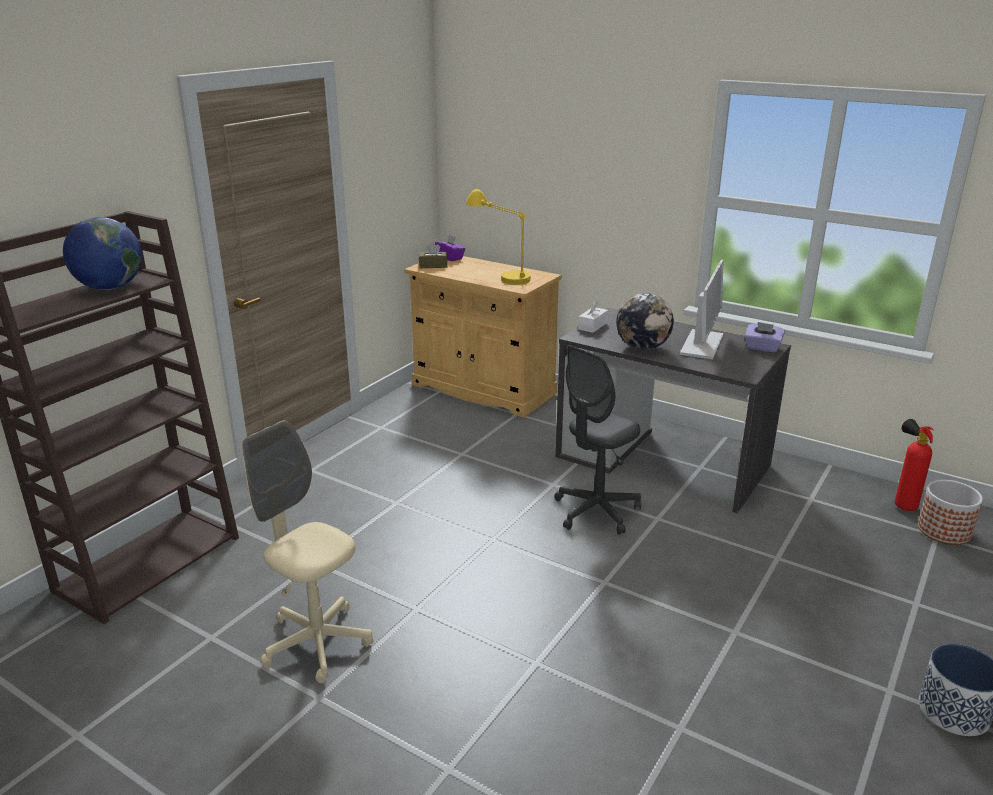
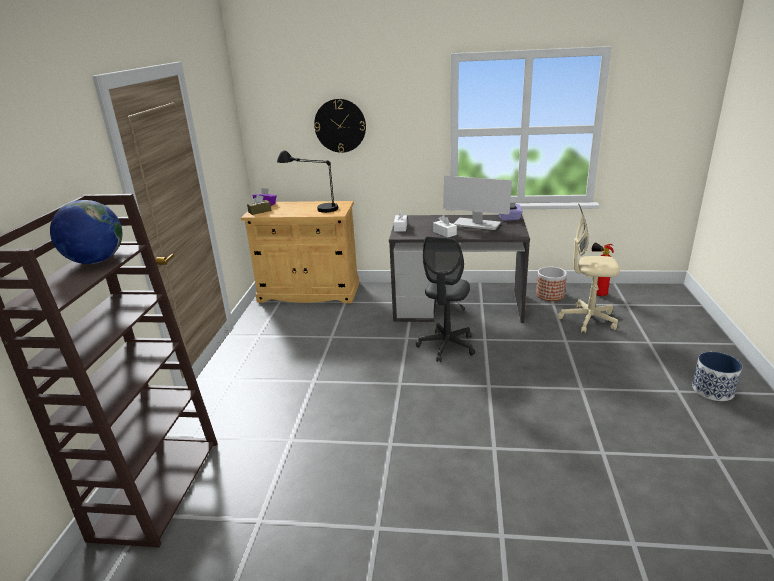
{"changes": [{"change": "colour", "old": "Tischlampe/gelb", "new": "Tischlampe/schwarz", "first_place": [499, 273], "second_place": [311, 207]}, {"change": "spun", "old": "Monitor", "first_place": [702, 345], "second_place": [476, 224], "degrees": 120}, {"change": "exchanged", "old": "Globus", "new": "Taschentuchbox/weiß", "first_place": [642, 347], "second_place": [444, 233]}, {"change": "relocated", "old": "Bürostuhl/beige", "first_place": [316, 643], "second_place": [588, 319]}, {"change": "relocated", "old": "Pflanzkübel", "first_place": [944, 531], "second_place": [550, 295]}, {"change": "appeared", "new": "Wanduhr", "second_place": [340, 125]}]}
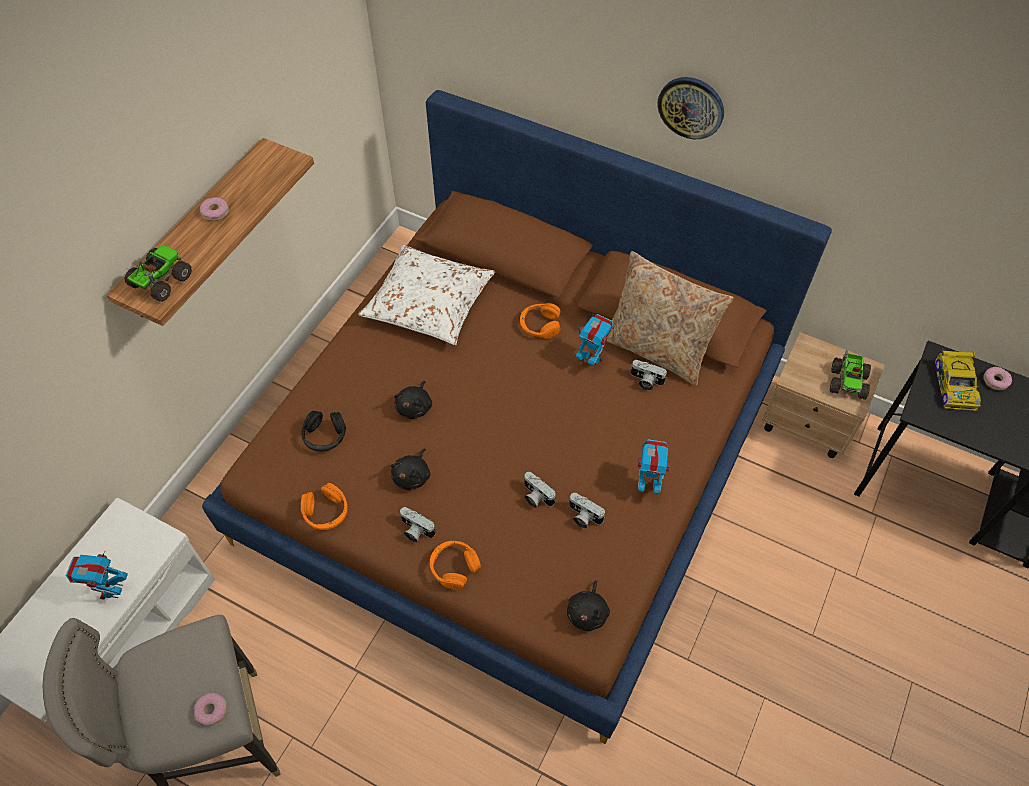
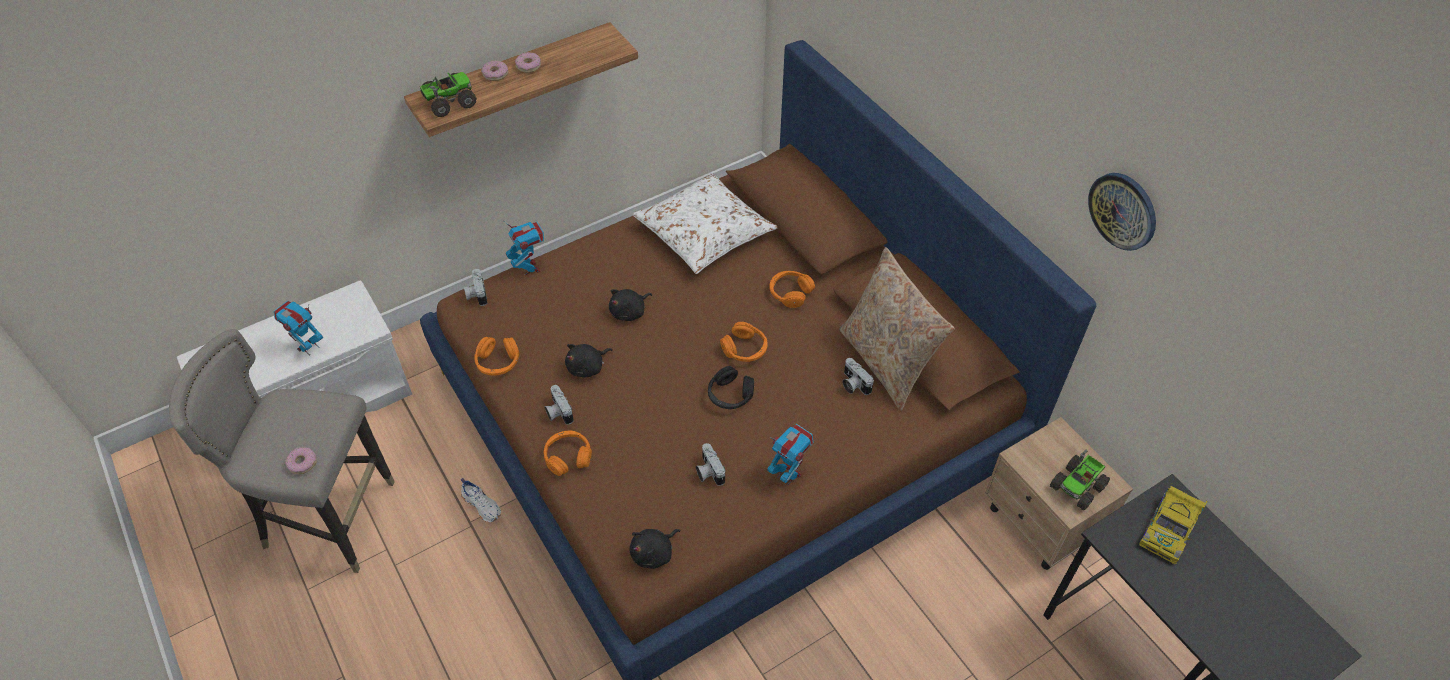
{"changes": [{"change": "relocated", "old": "Wanduhr", "first_place": [691, 107], "second_place": [1123, 210]}, {"change": "relocated", "old": "Spielzeugroboter", "first_place": [591, 360], "second_place": [530, 268]}, {"change": "relocated", "old": "Donut", "first_place": [995, 381], "second_place": [495, 74]}, {"change": "relocated", "old": "Kopfhörer/schwarz", "first_place": [324, 436], "second_place": [730, 395]}, {"change": "relocated", "old": "Kamera", "first_place": [535, 496], "second_place": [476, 294]}, {"change": "appeared", "new": "Kopfhörer/orange", "second_place": [745, 349]}, {"change": "appeared", "new": "Schuh/weiß", "second_place": [482, 505]}]}
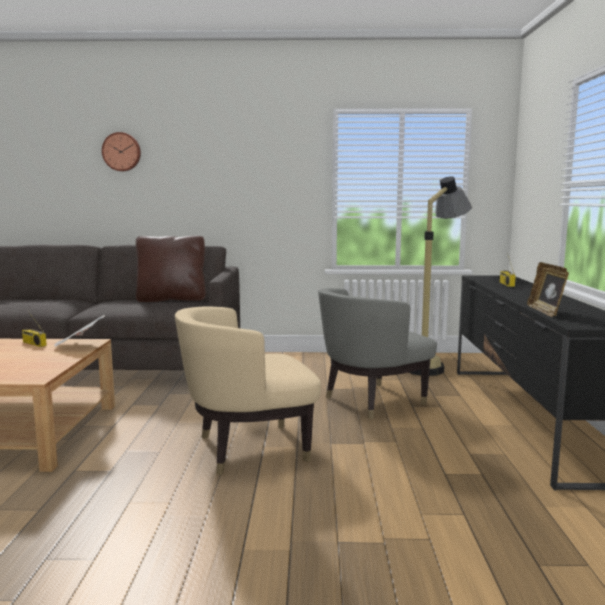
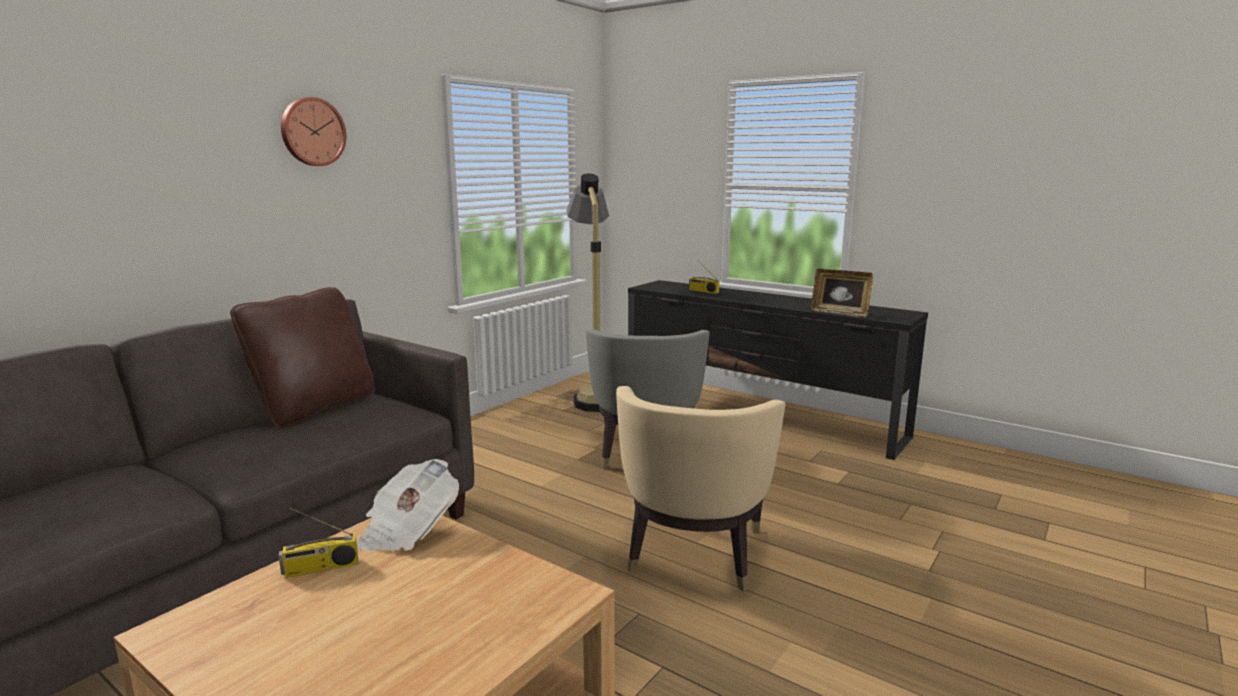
{"changes": [{"change": "relocated", "old": "Wanduhr", "first_place": [122, 152], "second_place": [312, 132]}]}
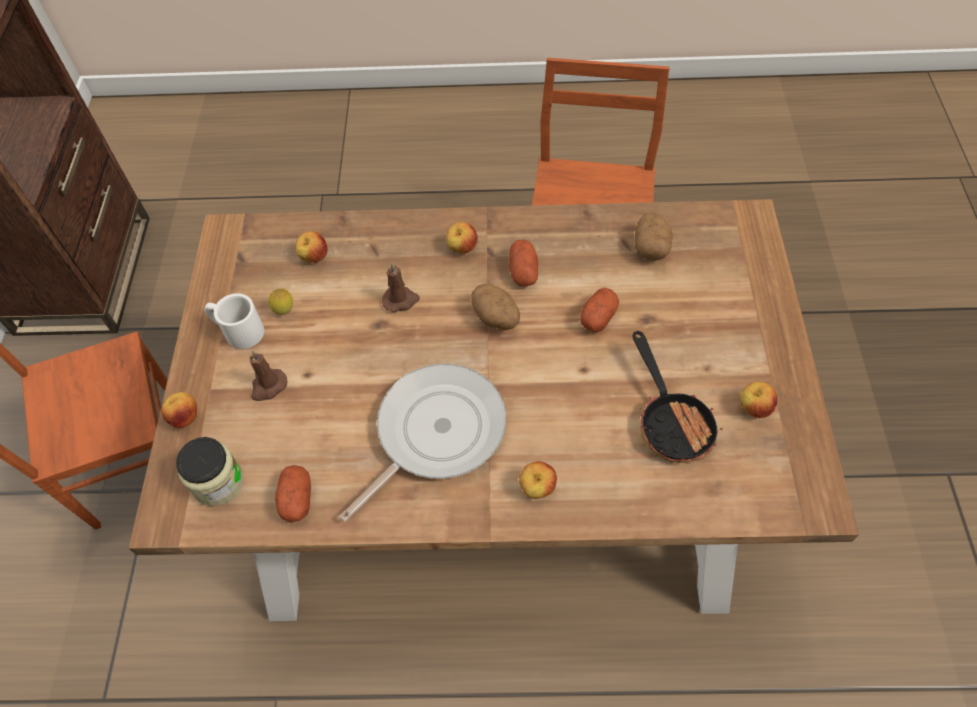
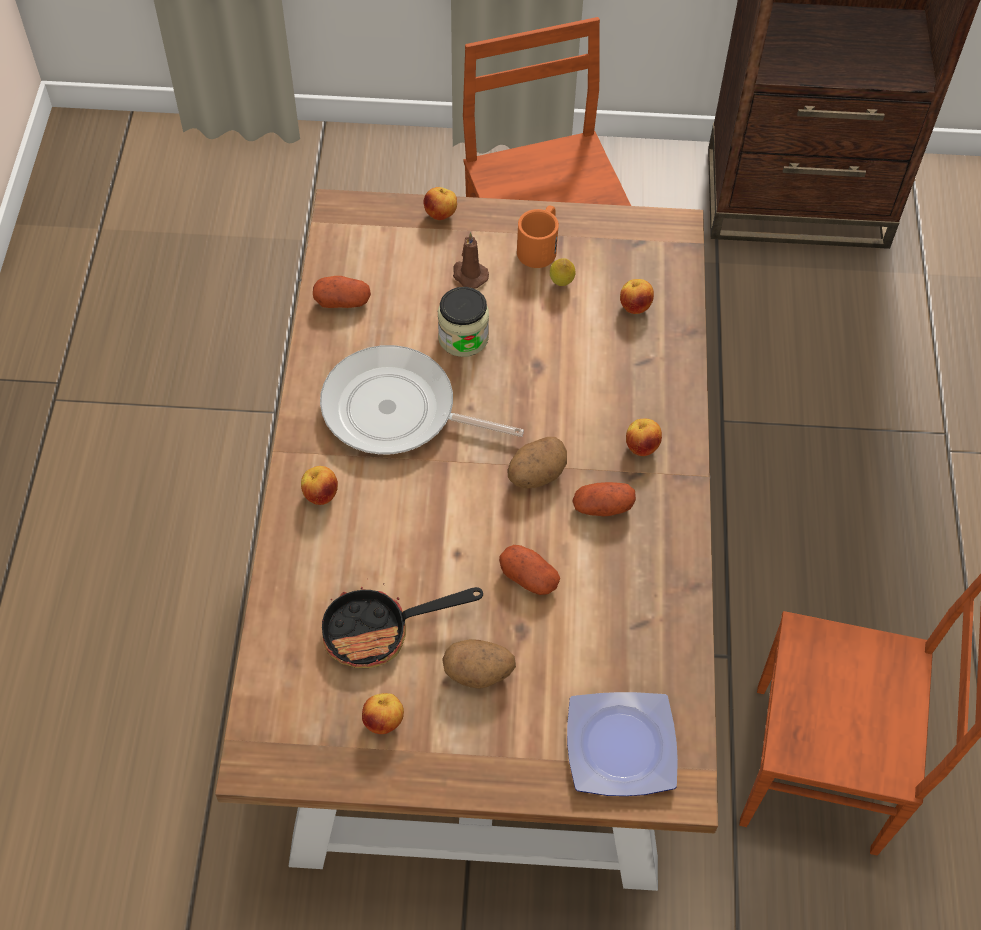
{"changes": [{"change": "relocated", "old": "Kartoffel", "first_place": [650, 248], "second_place": [479, 672]}, {"change": "missing", "old": "Kerze/braun", "first_place": [401, 300]}, {"change": "colour", "old": "Henkelbecher/weiß", "new": "Henkelbecher/orange", "first_place": [237, 330], "second_place": [540, 246]}, {"change": "spun", "old": "Pfanne", "first_place": [435, 432], "second_place": [396, 411], "degrees": 150}, {"change": "relocated", "old": "Vorratsglas", "first_place": [218, 482], "second_place": [463, 337]}, {"change": "appeared", "new": "Teller", "second_place": [623, 748]}]}
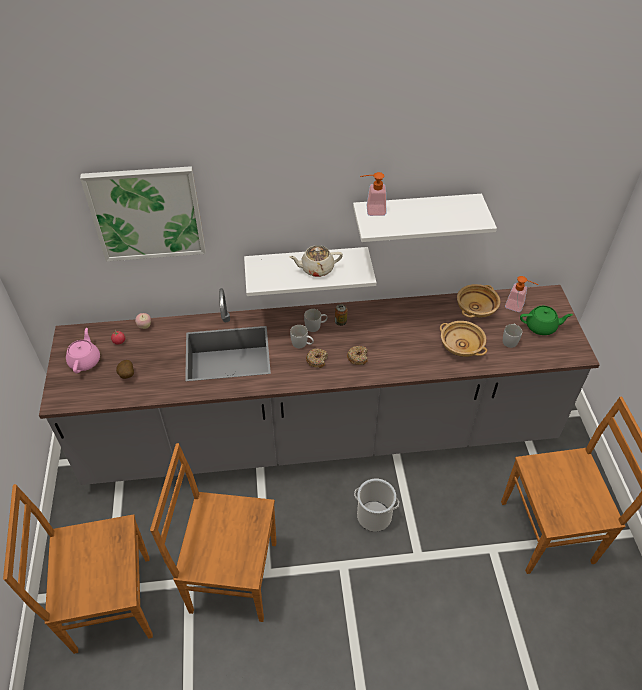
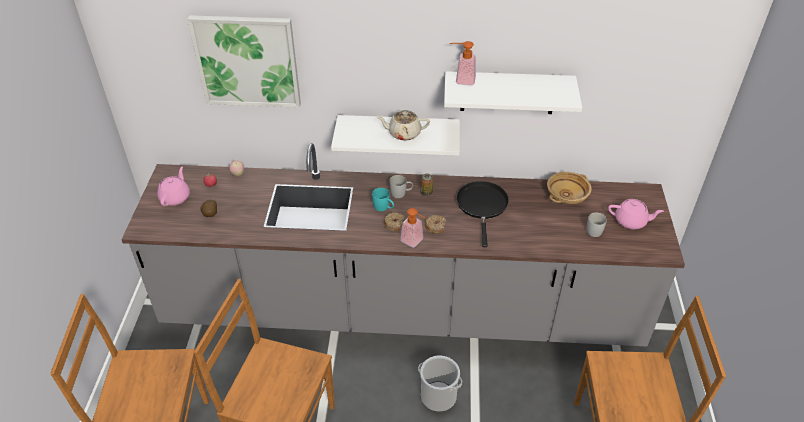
{"changes": [{"change": "relocated", "old": "Seifenspender", "first_place": [517, 307], "second_place": [415, 242]}, {"change": "colour", "old": "Teekanne/grün", "new": "Teekanne/rosa", "first_place": [541, 327], "second_place": [631, 221]}, {"change": "missing", "old": "Schüssel/beige", "first_place": [460, 346]}, {"change": "colour", "old": "Henkelbecher/weiß", "new": "Henkelbecher/türkis", "first_place": [302, 344], "second_place": [383, 208]}, {"change": "appeared", "new": "Pfanne/schwarz", "second_place": [482, 206]}]}
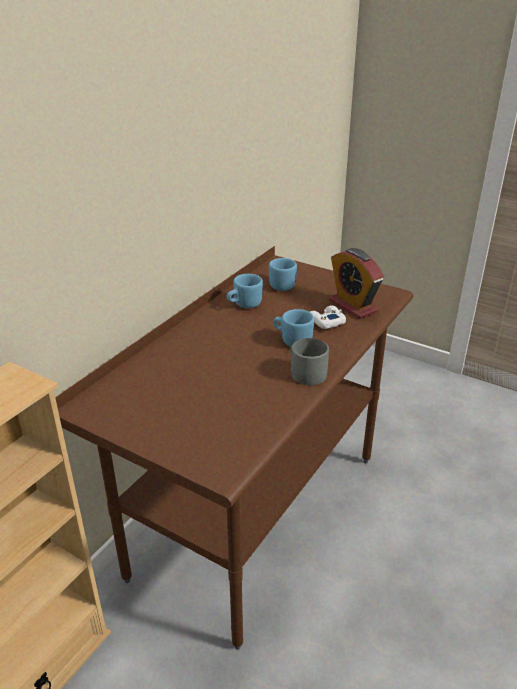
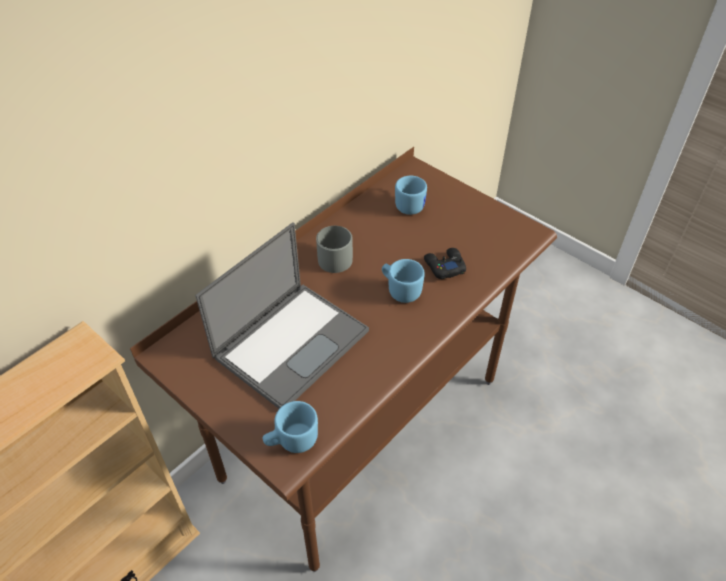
{"changes": [{"change": "missing", "old": "Wecker", "first_place": [353, 306]}, {"change": "relocated", "old": "Henkelbecher/blau", "first_place": [243, 305], "second_place": [291, 440]}, {"change": "colour", "old": "Gamepad/weiß", "new": "Gamepad/schwarz", "first_place": [325, 321], "second_place": [444, 266]}, {"change": "relocated", "old": "Henkelbecher/grau", "first_place": [305, 372], "second_place": [333, 257]}, {"change": "appeared", "new": "Laptop", "second_place": [292, 342]}]}
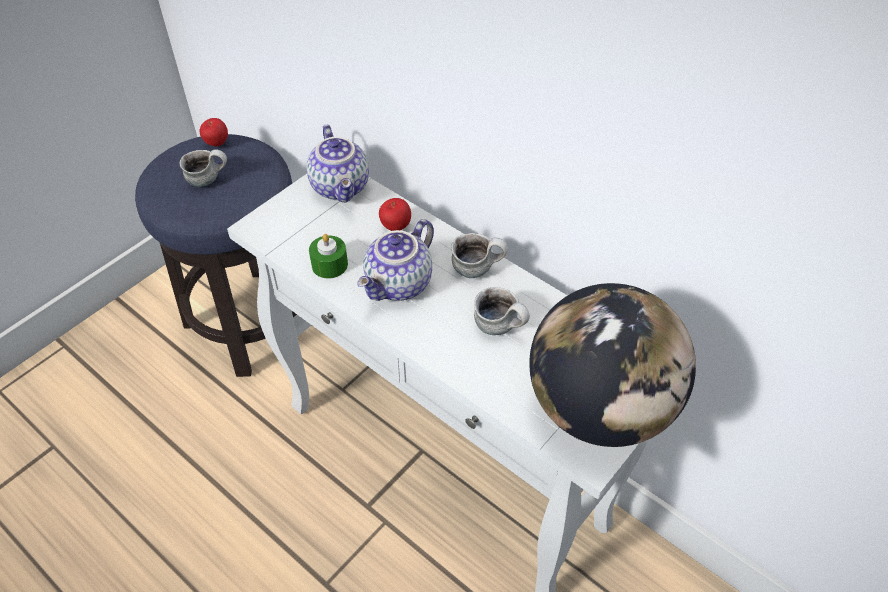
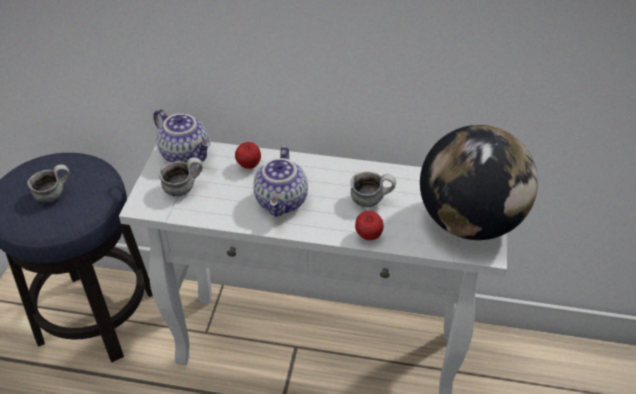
{"changes": [{"change": "relocated", "old": "Apfel", "first_place": [217, 144], "second_place": [368, 236]}, {"change": "relocated", "old": "Henkelbecher", "first_place": [478, 268], "second_place": [183, 187]}, {"change": "missing", "old": "Kerze/grün", "first_place": [329, 265]}]}
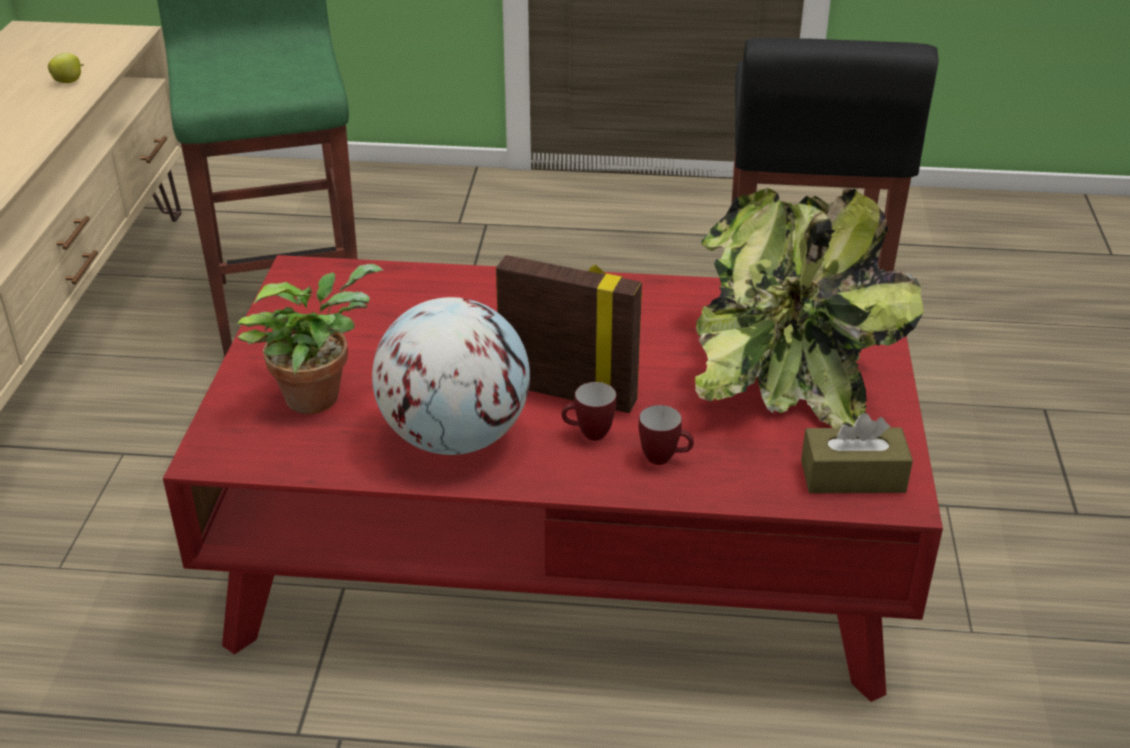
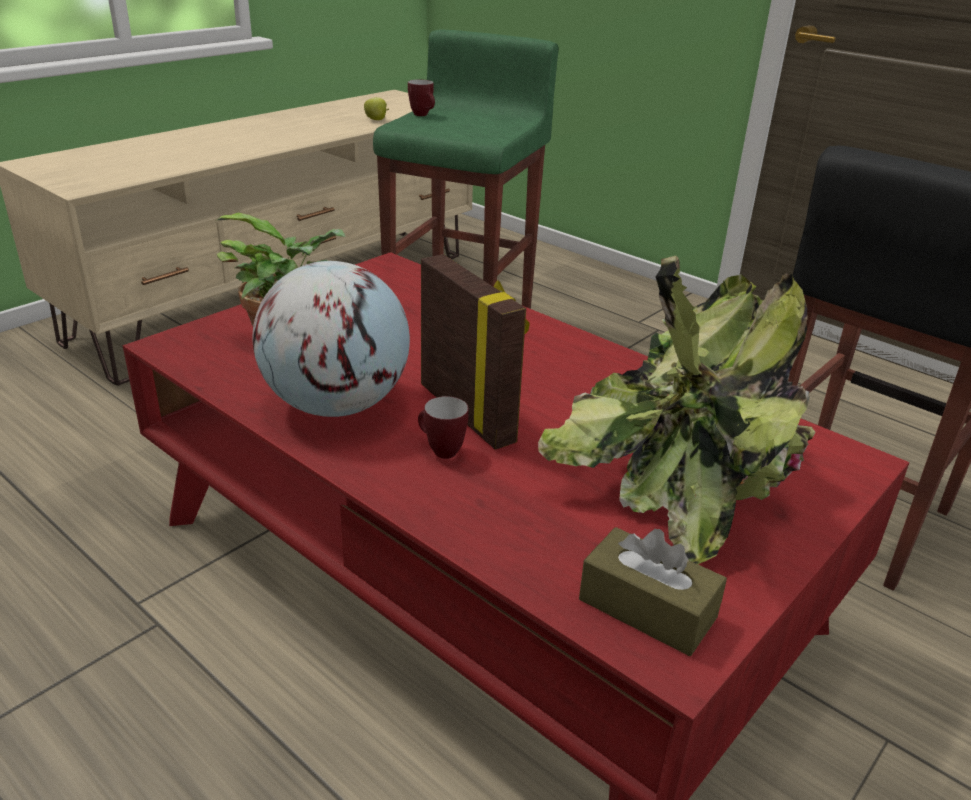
{"changes": [{"change": "relocated", "old": "Henkelbecher", "first_place": [664, 459], "second_place": [423, 115]}]}
